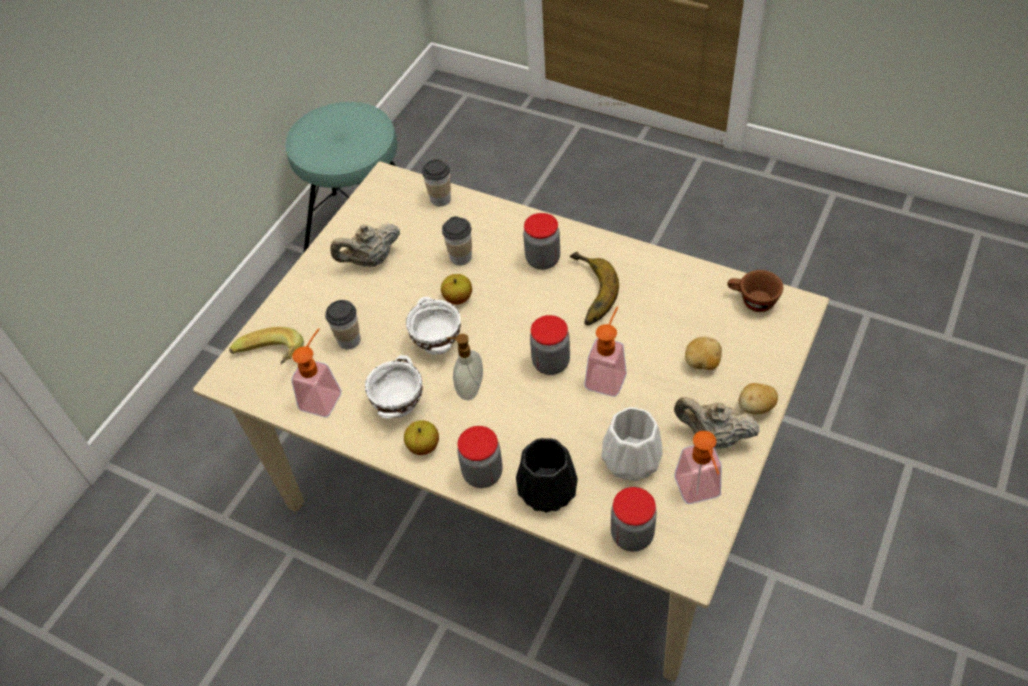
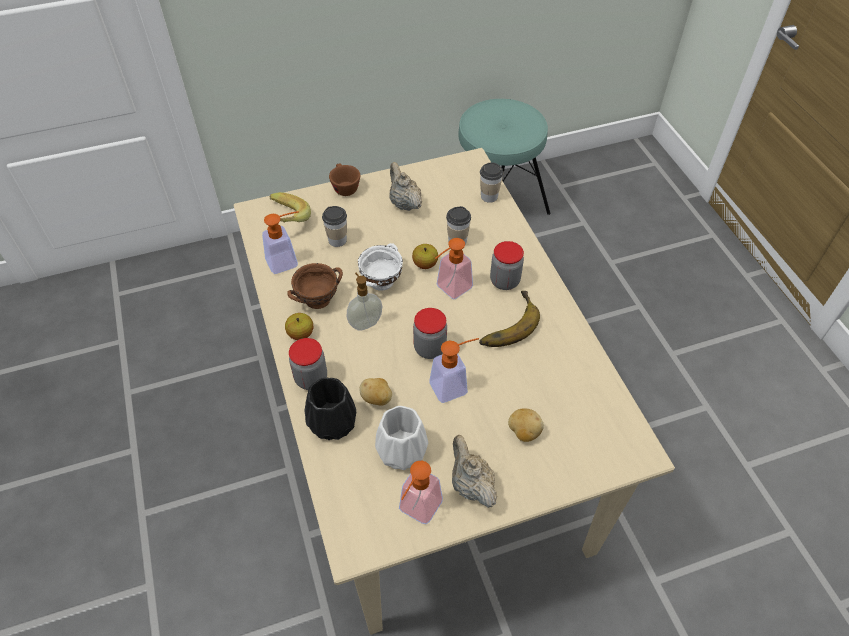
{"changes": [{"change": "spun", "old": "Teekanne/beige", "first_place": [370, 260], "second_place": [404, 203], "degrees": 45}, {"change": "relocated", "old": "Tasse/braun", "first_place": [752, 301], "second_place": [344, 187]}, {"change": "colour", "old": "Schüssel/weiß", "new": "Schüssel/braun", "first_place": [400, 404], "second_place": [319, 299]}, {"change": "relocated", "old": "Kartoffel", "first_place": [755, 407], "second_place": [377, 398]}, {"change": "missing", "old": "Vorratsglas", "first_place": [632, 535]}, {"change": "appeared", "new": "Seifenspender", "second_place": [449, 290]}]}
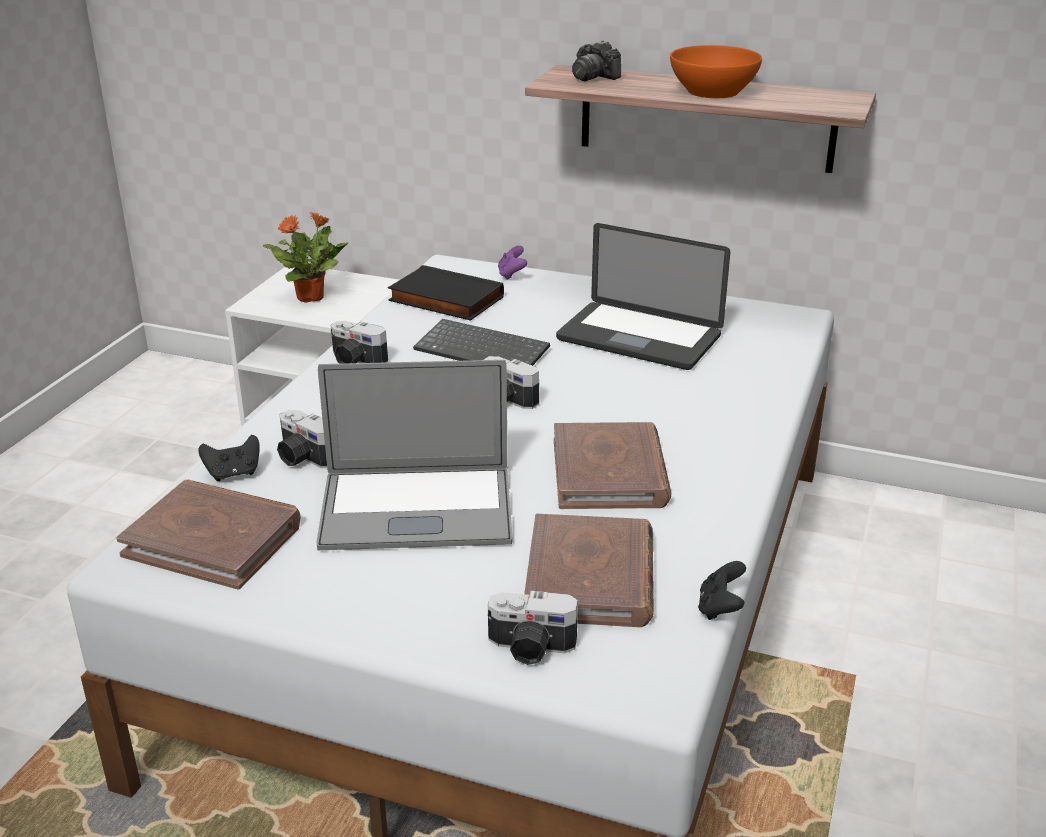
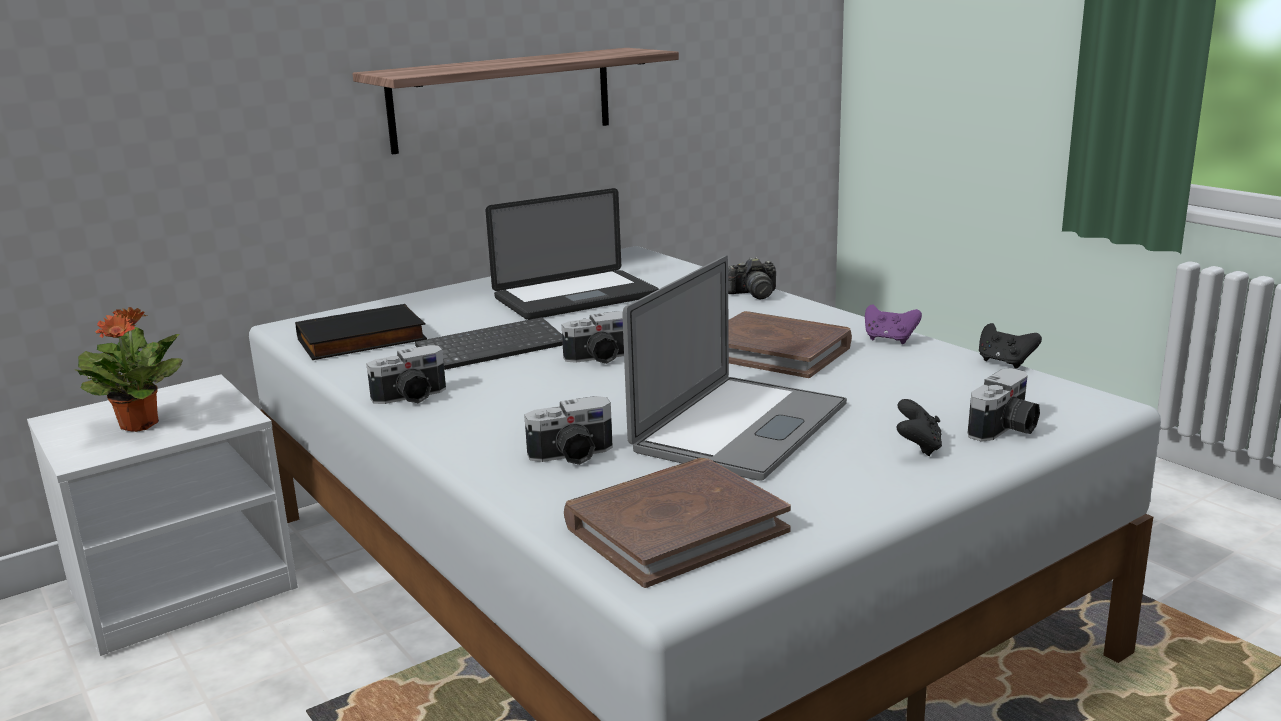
{"changes": [{"change": "relocated", "old": "Kamera", "first_place": [593, 77], "second_place": [753, 294]}, {"change": "missing", "old": "Schüssel/orange", "first_place": [712, 91]}, {"change": "relocated", "old": "Gamepad/lila", "first_place": [512, 275], "second_place": [889, 339]}, {"change": "relocated", "old": "Gamepad/schwarz", "first_place": [233, 473], "second_place": [918, 447]}, {"change": "missing", "old": "Buch/braun", "first_place": [590, 577]}]}
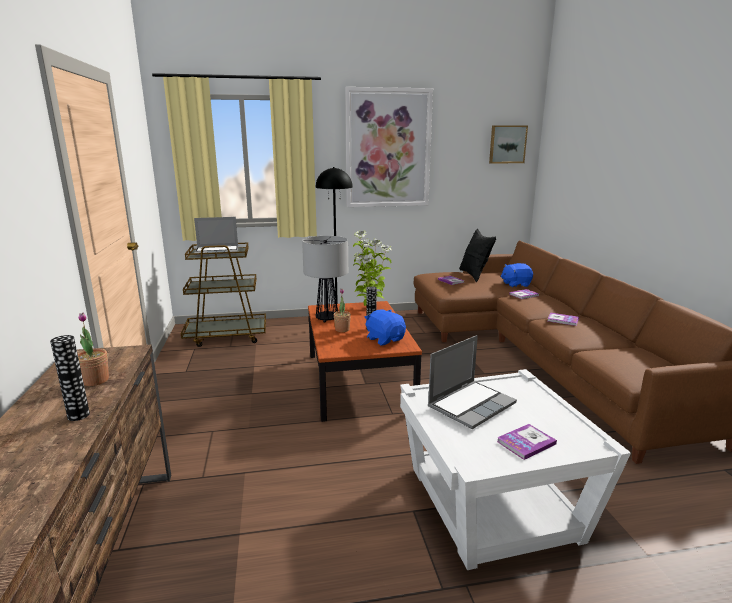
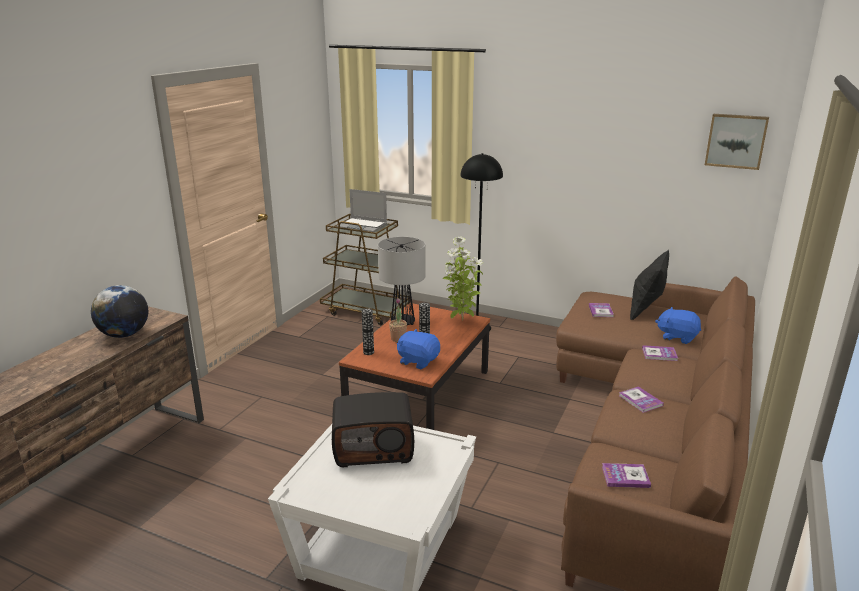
{"changes": [{"change": "missing", "old": "Bild", "first_place": [388, 149]}, {"change": "spun", "old": "Plüschtier/blau", "first_place": [385, 339], "second_place": [418, 361], "degrees": -60}, {"change": "exchanged", "old": "Topfpflanze", "new": "Globus", "first_place": [95, 380], "second_place": [124, 335]}, {"change": "relocated", "old": "Vase", "first_place": [78, 415], "second_place": [368, 352]}, {"change": "exchanged", "old": "Laptop", "new": "Radio", "first_place": [471, 404], "second_place": [374, 448]}, {"change": "relocated", "old": "Buch", "first_place": [526, 442], "second_place": [625, 477]}]}
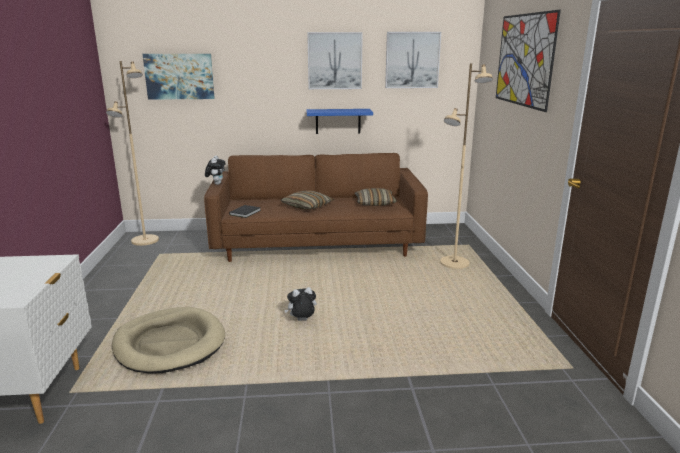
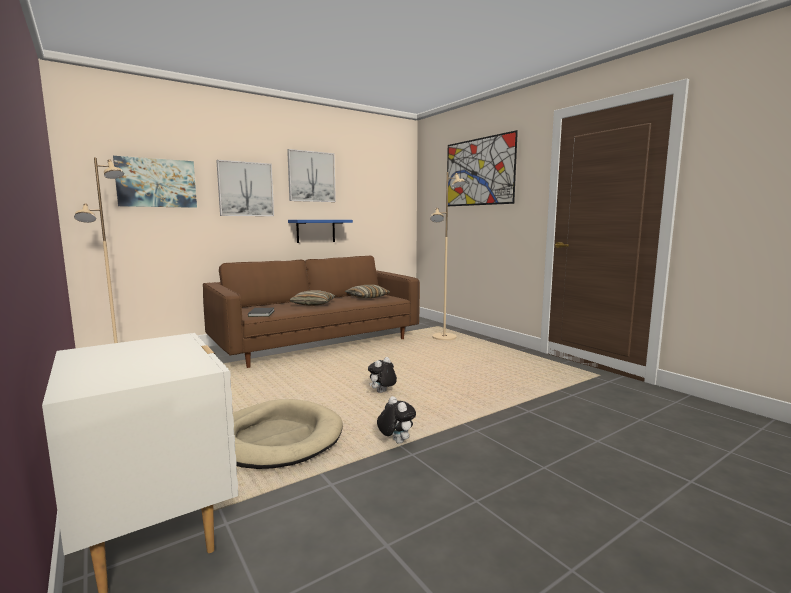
{"changes": [{"change": "relocated", "old": "Bild", "first_place": [412, 60], "second_place": [245, 189]}, {"change": "relocated", "old": "Plüschtier", "first_place": [216, 184], "second_place": [395, 441]}]}
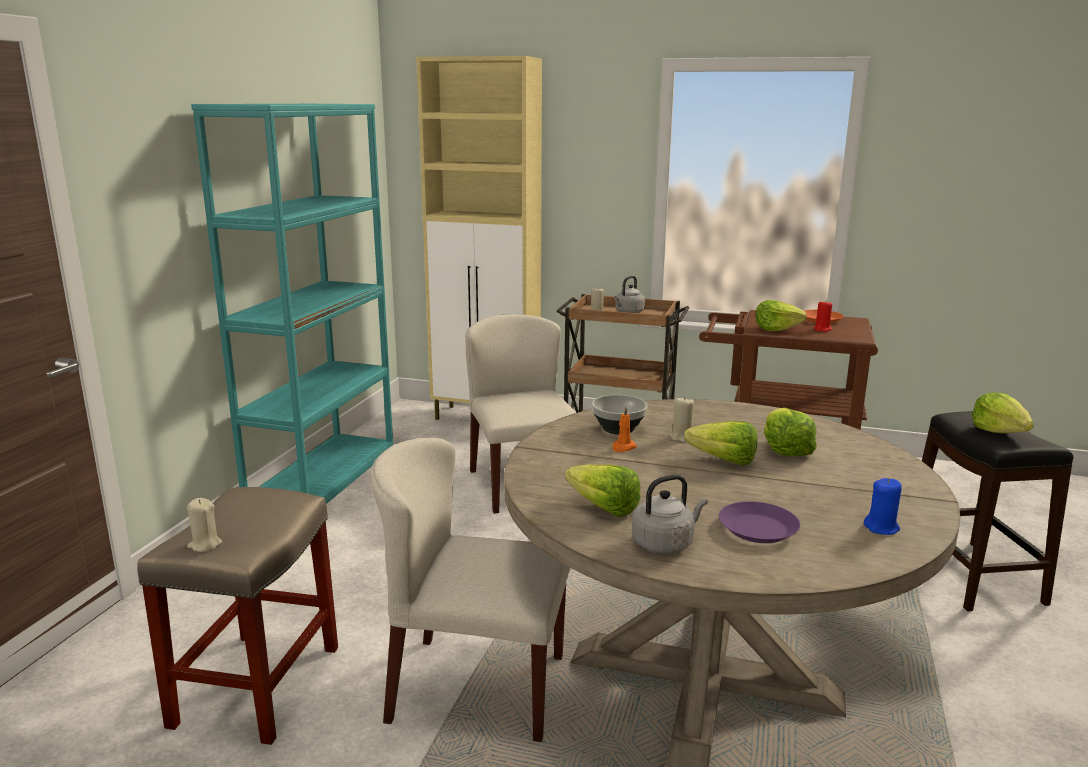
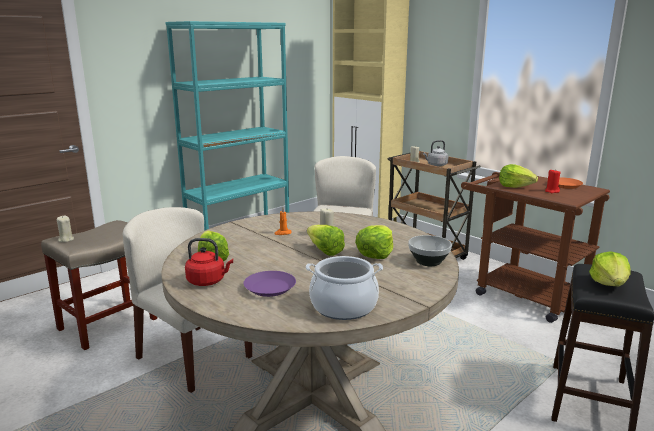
{"changes": [{"change": "relocated", "old": "Schüssel", "first_place": [618, 428], "second_place": [429, 261]}, {"change": "colour", "old": "Wasserkessel/grau", "new": "Wasserkessel/rot", "first_place": [665, 543], "second_place": [208, 281]}, {"change": "exchanged", "old": "Kerze/blau", "new": "Kochtopf", "first_place": [881, 528], "second_place": [343, 307]}]}
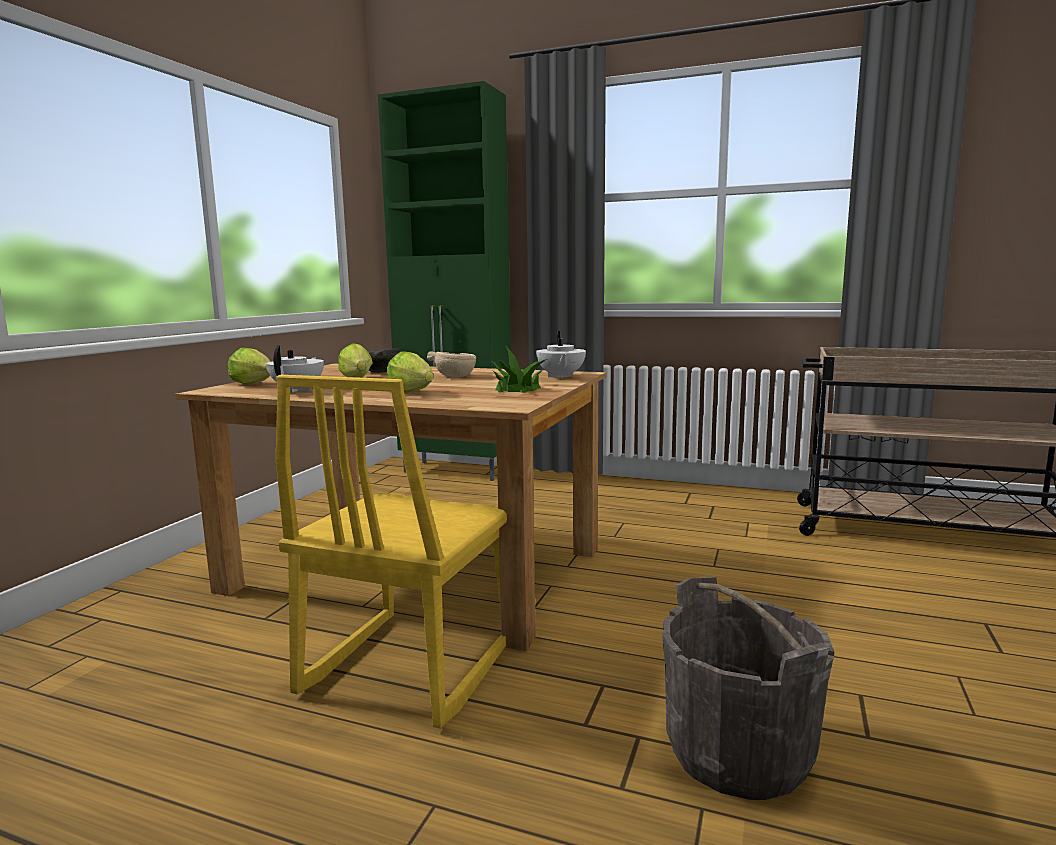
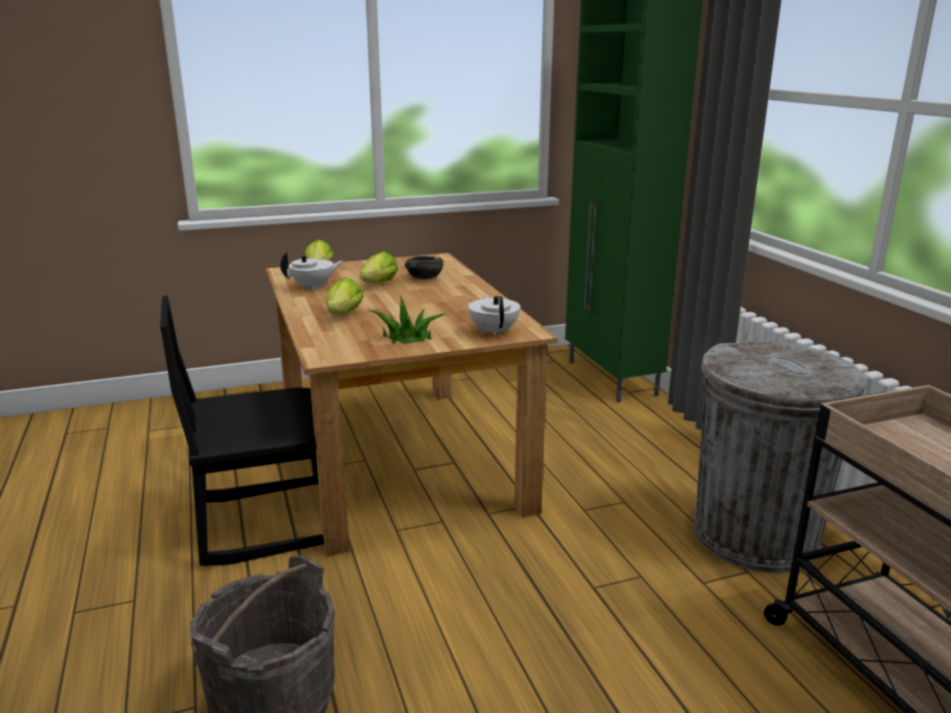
{"changes": [{"change": "spun", "old": "Teekanne/weiß", "first_place": [560, 377], "second_place": [494, 331], "degrees": 120}, {"change": "missing", "old": "Schüssel/beige", "first_place": [455, 376]}, {"change": "colour", "old": "Stuhl/gelb", "new": "Stuhl/schwarz", "first_place": [408, 665], "second_place": [266, 521]}, {"change": "appeared", "new": "Mülleimer/grau", "second_place": [755, 536]}]}
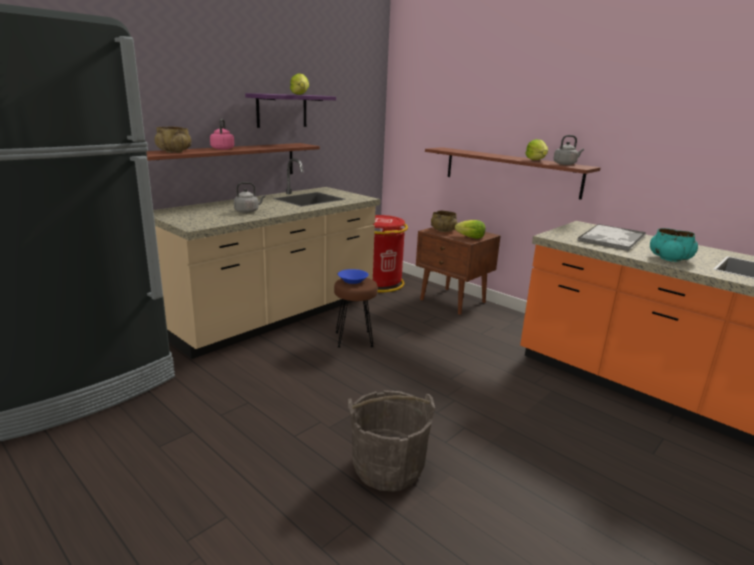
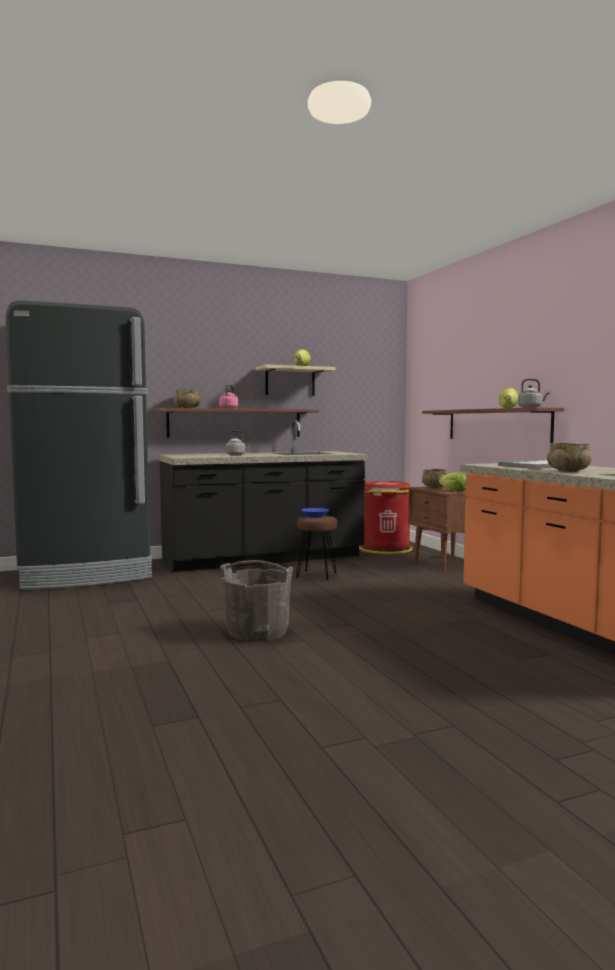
{"changes": [{"change": "colour", "old": "Wandregal/lila", "new": "Wandregal/beige", "first_place": [282, 110], "second_place": [290, 381]}, {"change": "colour", "old": "Küchenzeile/beige", "new": "Küchenzeile/schwarz", "first_place": [275, 316], "second_place": [264, 558]}, {"change": "colour", "old": "Schüssel/türkis", "new": "Schüssel/beige", "first_place": [669, 258], "second_place": [568, 471]}]}
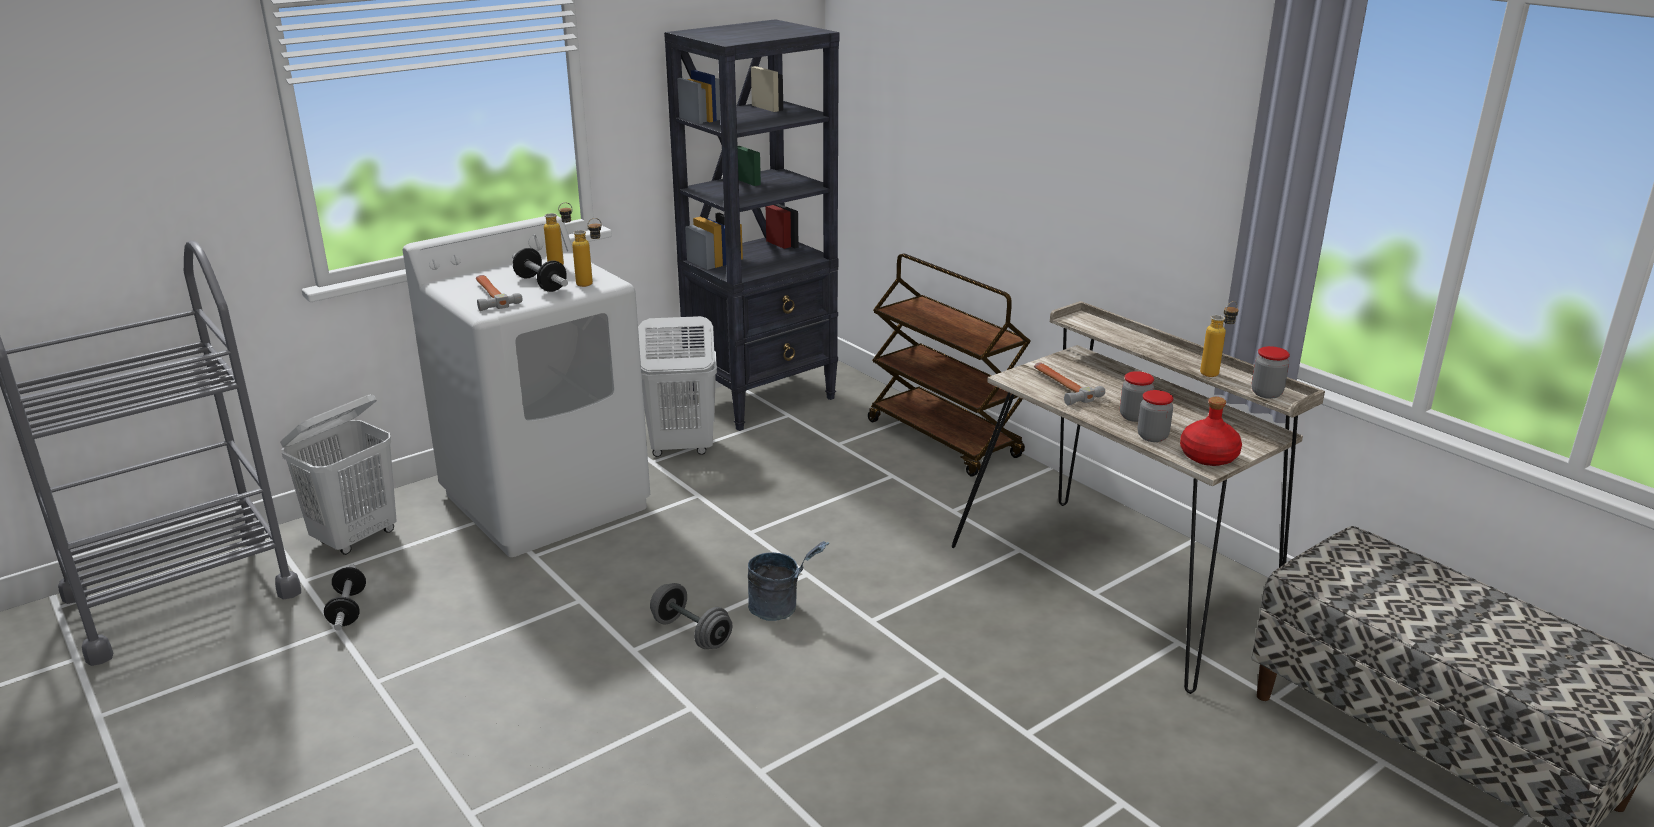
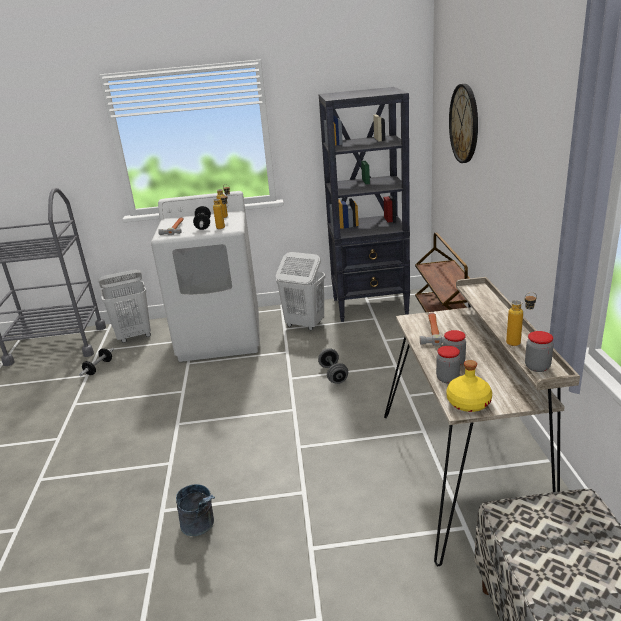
{"changes": [{"change": "colour", "old": "Flasche/rot", "new": "Flasche/gelb", "first_place": [1207, 456], "second_place": [468, 403]}, {"change": "relocated", "old": "Eimer/grau", "first_place": [782, 608], "second_place": [201, 526]}, {"change": "relocated", "old": "Hantel/grau", "first_place": [691, 633], "second_place": [333, 374]}, {"change": "appeared", "new": "Wanduhr", "second_place": [464, 124]}]}
